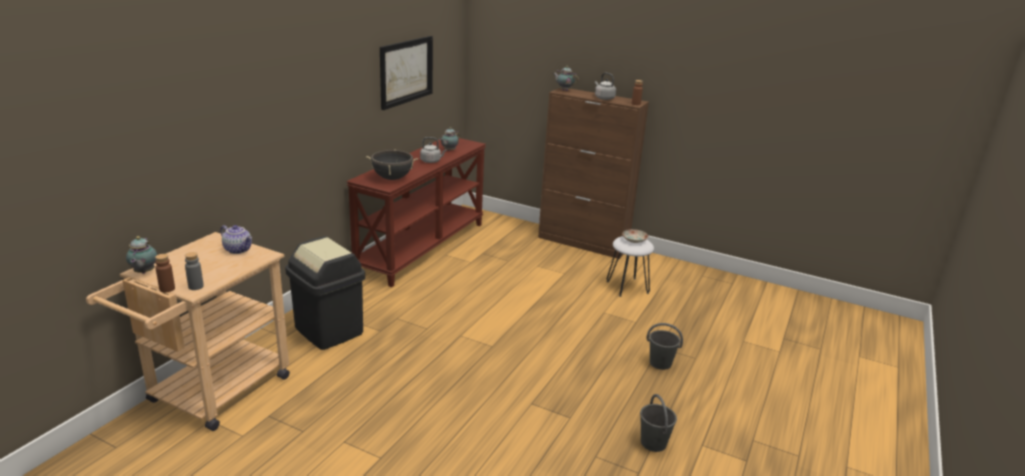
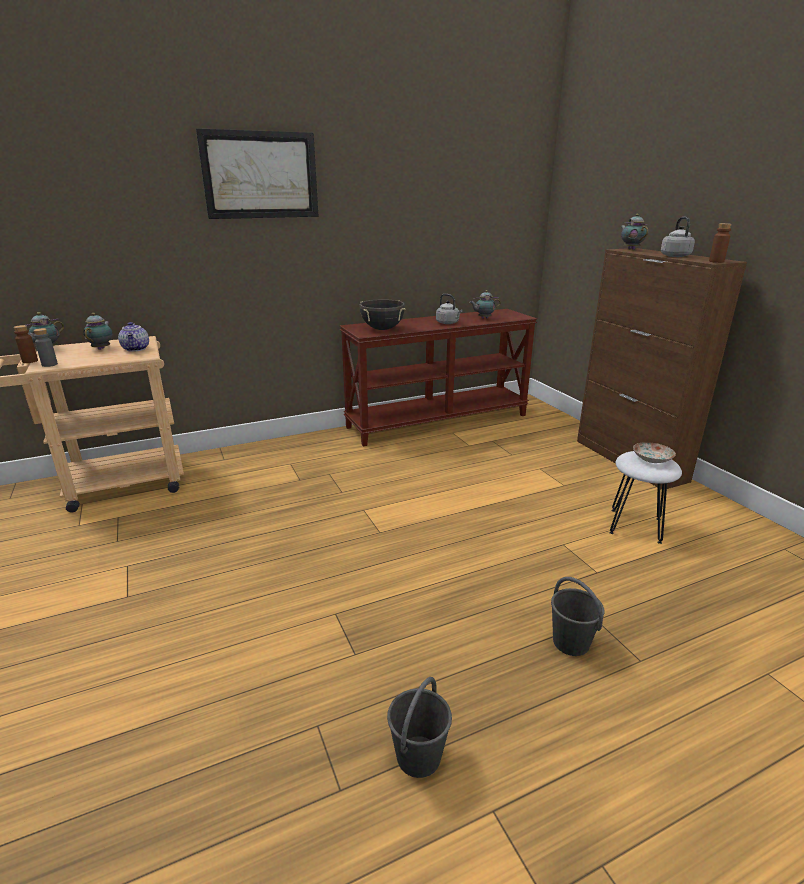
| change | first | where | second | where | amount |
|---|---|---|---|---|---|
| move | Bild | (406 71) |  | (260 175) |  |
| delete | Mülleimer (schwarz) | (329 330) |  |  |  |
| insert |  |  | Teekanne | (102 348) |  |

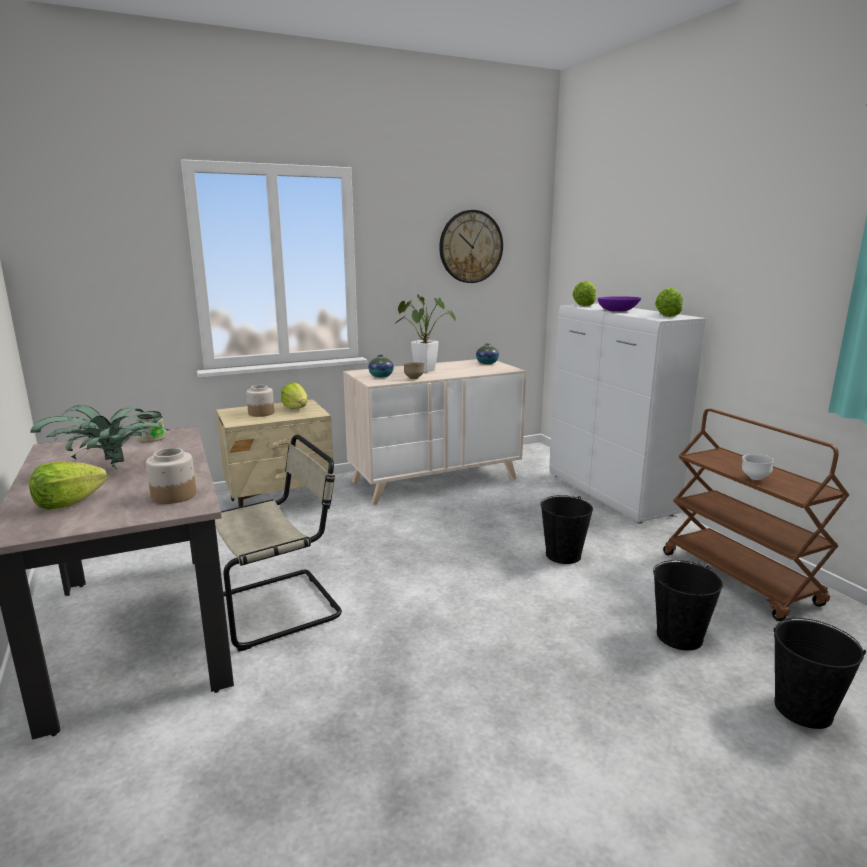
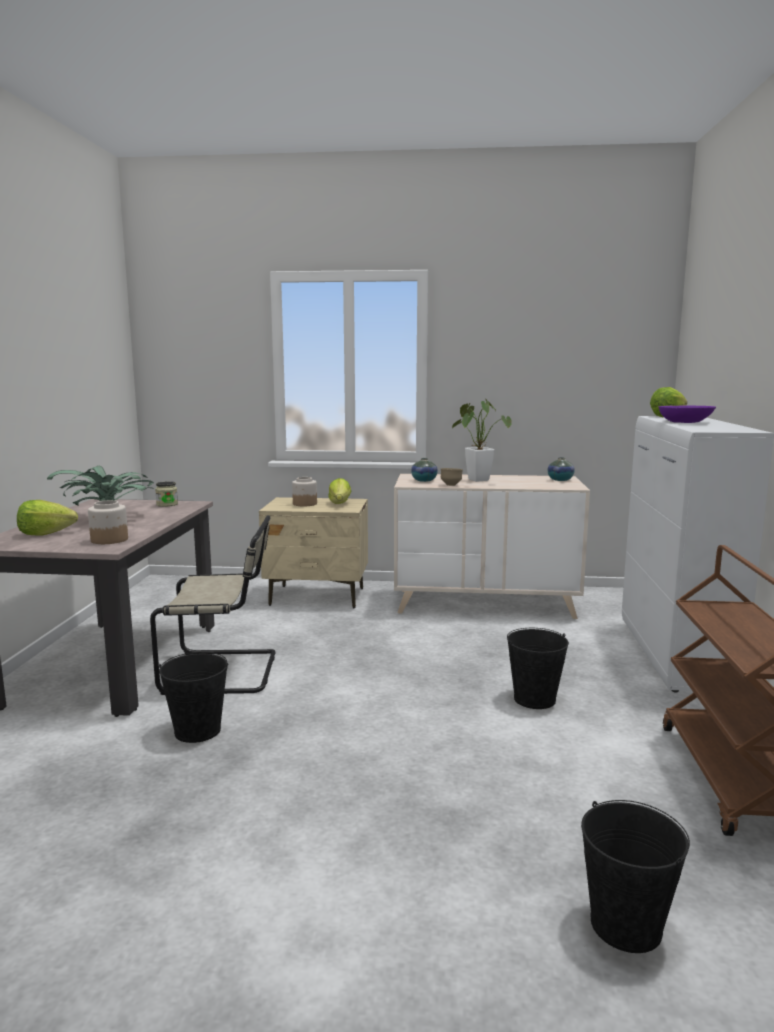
| change | first | where | second | where | amount |
|---|---|---|---|---|---|
| delete | Wanduhr | (471 247) |  |  |  |
| delete | Salatkopf | (667 315) |  |  |  |
| delete | Schüssel (weiß) | (754 478) |  |  |  |
| move | Eimer (schwarz) | (680 636) |  | (197 731) |  |

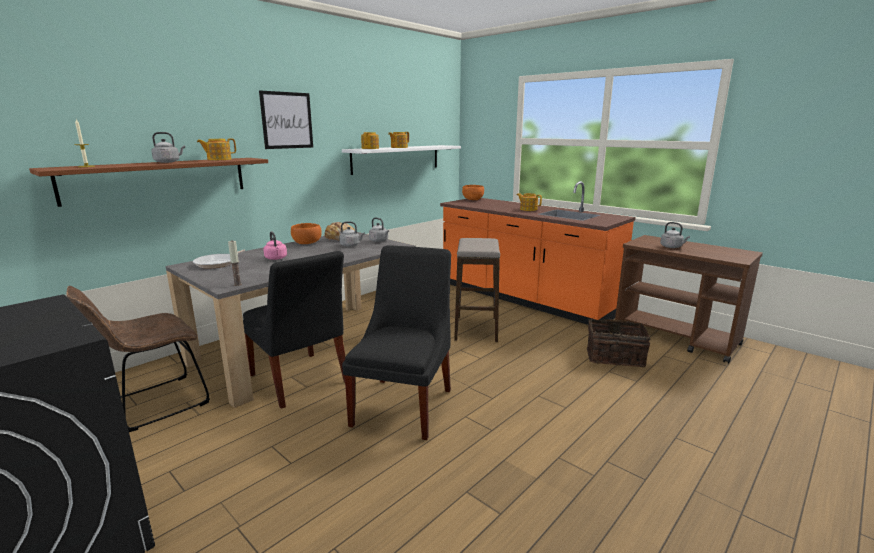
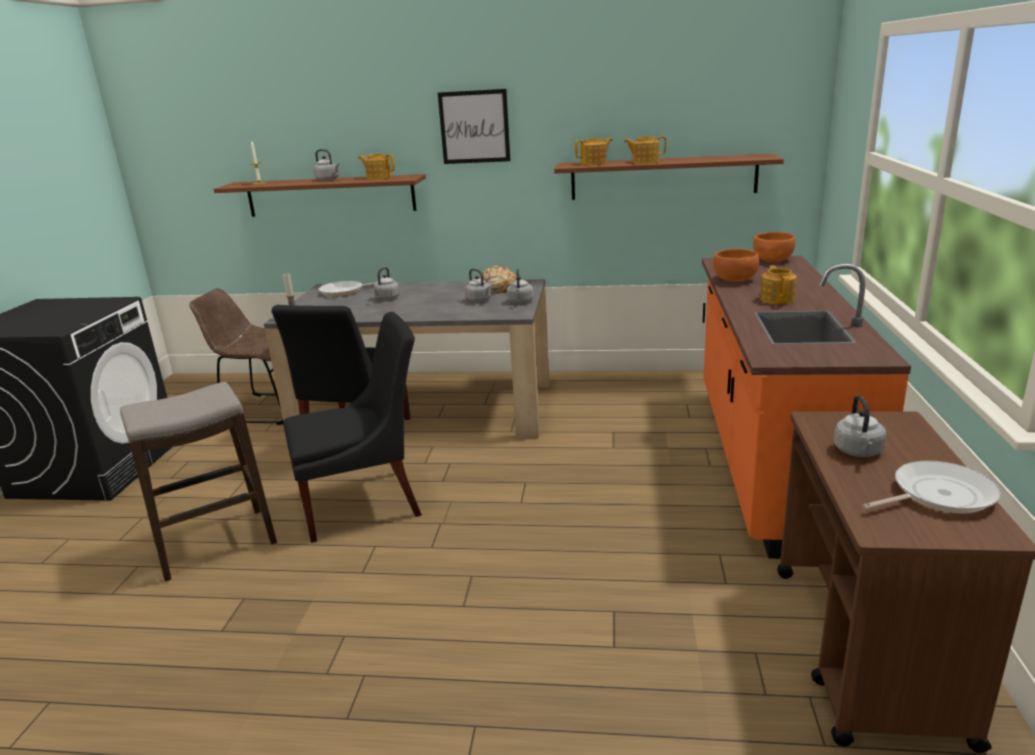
| change | first | where | second | where | amount |
|---|---|---|---|---|---|
| recolor | Wandregal (weiß) | (396 159) | Wandregal (braun) | (663 177) |  |
| move | Schüssel (orange) | (307 243) |  | (735 280) |  |
| recolor | Wasserkessel (rosa) | (276 258) | Wasserkessel (grau) | (386 298) |  |
| move | Hocker | (476 329) |  | (215 544) |  |
| delete | Korb | (614 357) |  |  |  |
| insert |  |  | Pfanne | (937 495) |  |

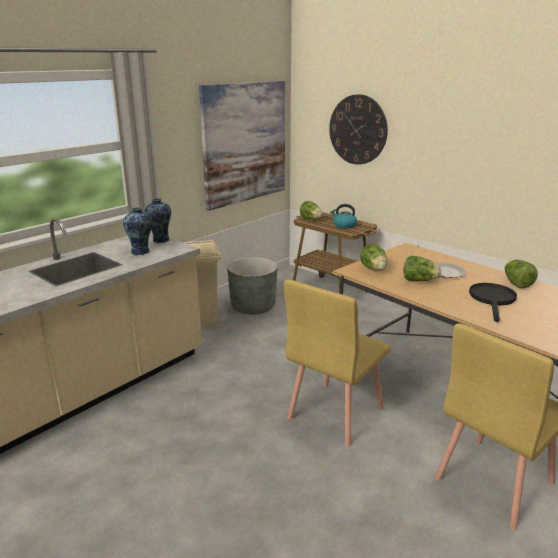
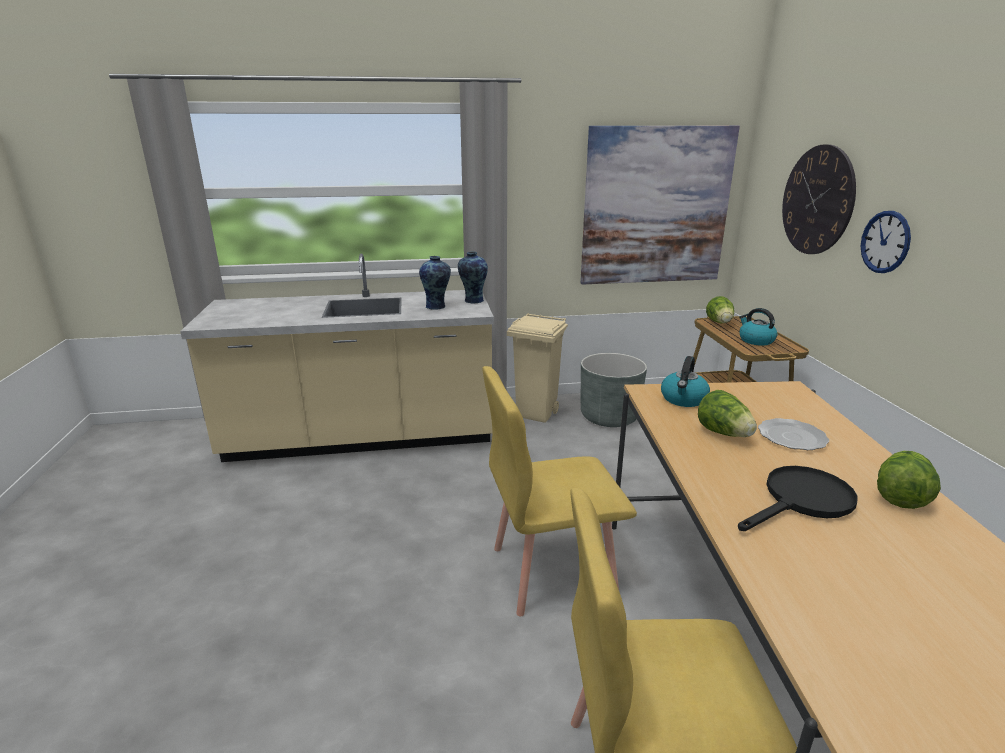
| change | first | where | second | where | amount |
|---|---|---|---|---|---|
| replace | Salatkopf | (374 269) | Wasserkessel | (683 399) |  |
| insert |  |  | Wanduhr | (885 242) |  |

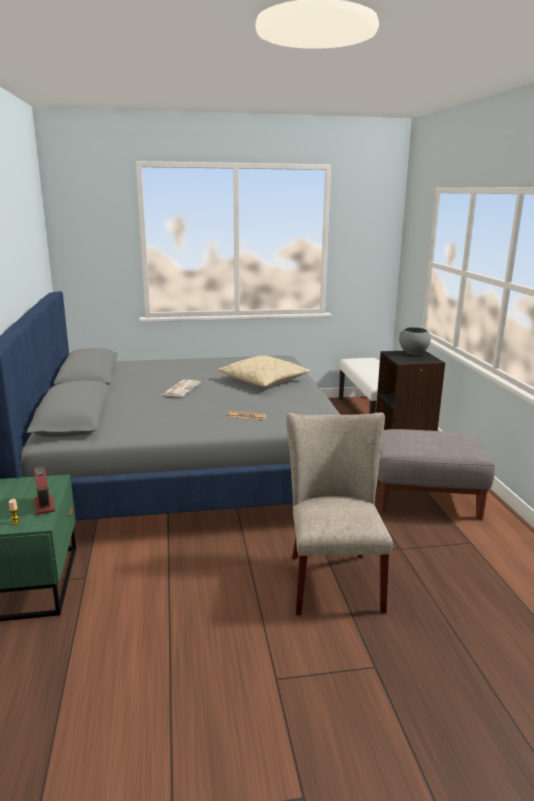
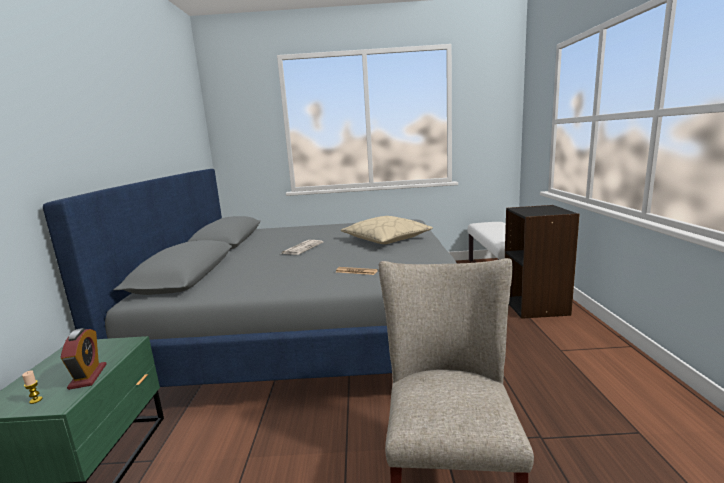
| change | first | where | second | where | amount |
|---|---|---|---|---|---|
| delete | Schüssel (grau) | (413 353) |  |  |  |
| delete | Polsterhocker (grau) | (426 499) |  |  |  |

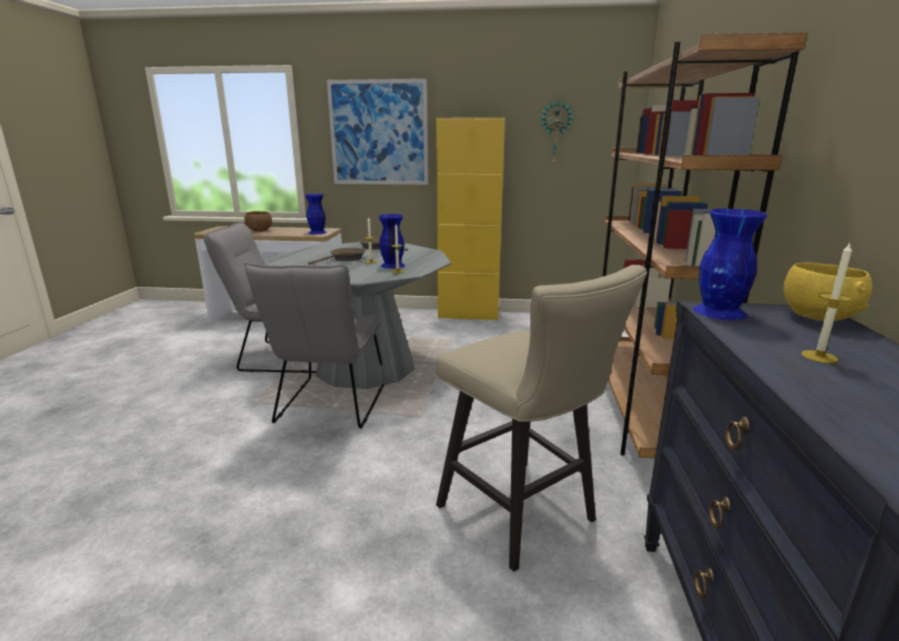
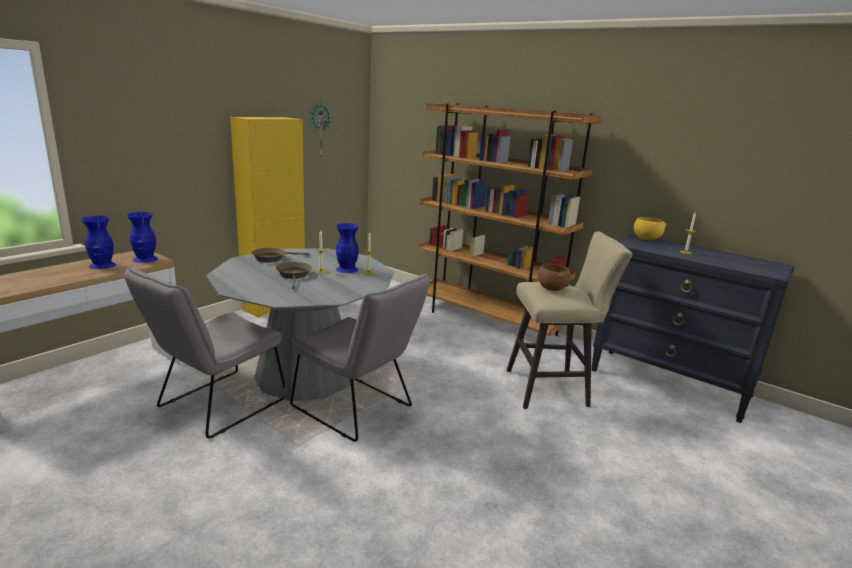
| change | first | where | second | where | amount |
|---|---|---|---|---|---|
| delete | Bild | (378 133) |  |  |  |
| move | Vase (blau) | (719 312) |  | (102 265) |  |
| move | Schüssel (braun) | (260 230) |  | (551 288) |  |

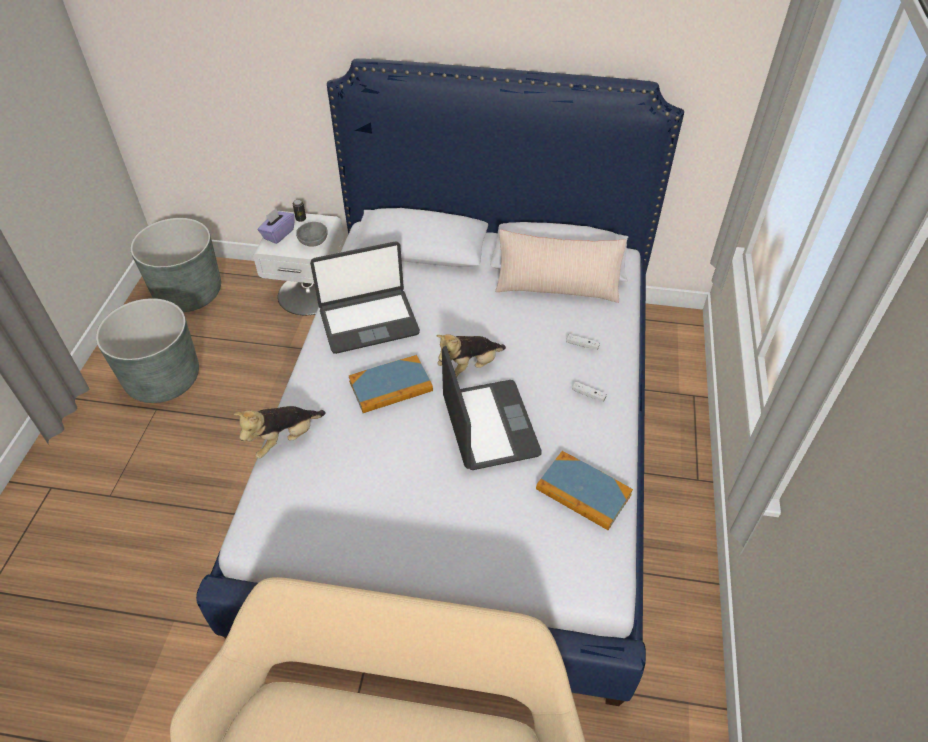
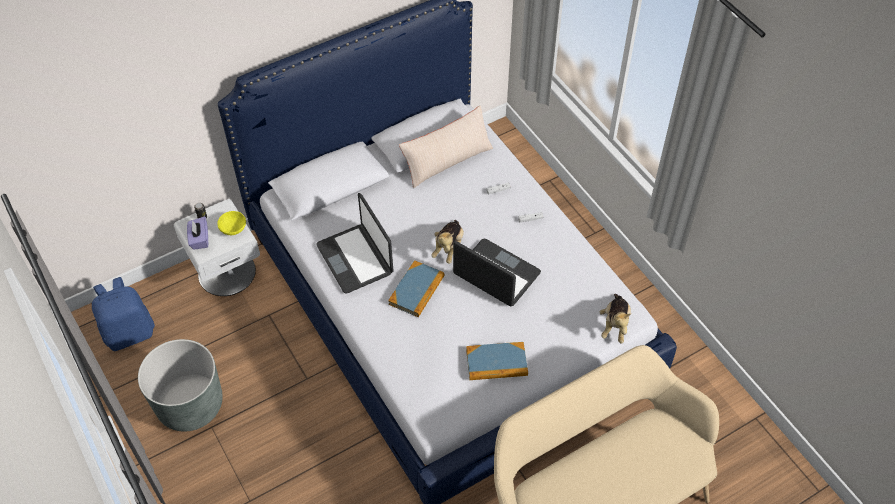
| change | first | where | second | where | amount |
|---|---|---|---|---|---|
| replace | Pflanzkübel (grau) | (189 293) | Rucksack (blau) | (129 333) |  |
| recolor | Schüssel (grau) | (313 242) | Schüssel (gelb) | (233 229) |  |
| rotate | Laptop | (368 321) |  | (355 259) | 120 degrees clockwise |
| move | Plüschtier | (284 439) |  | (614 325) |  |
| move | Buch | (583 492) |  | (496 363) |  |

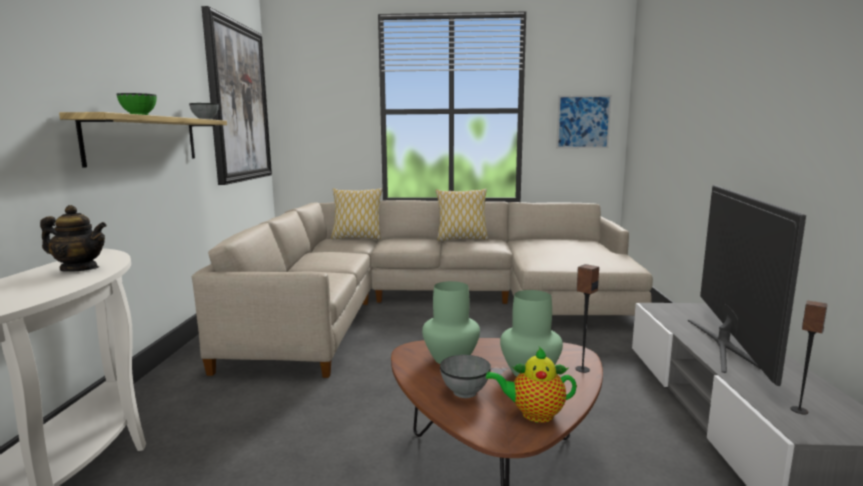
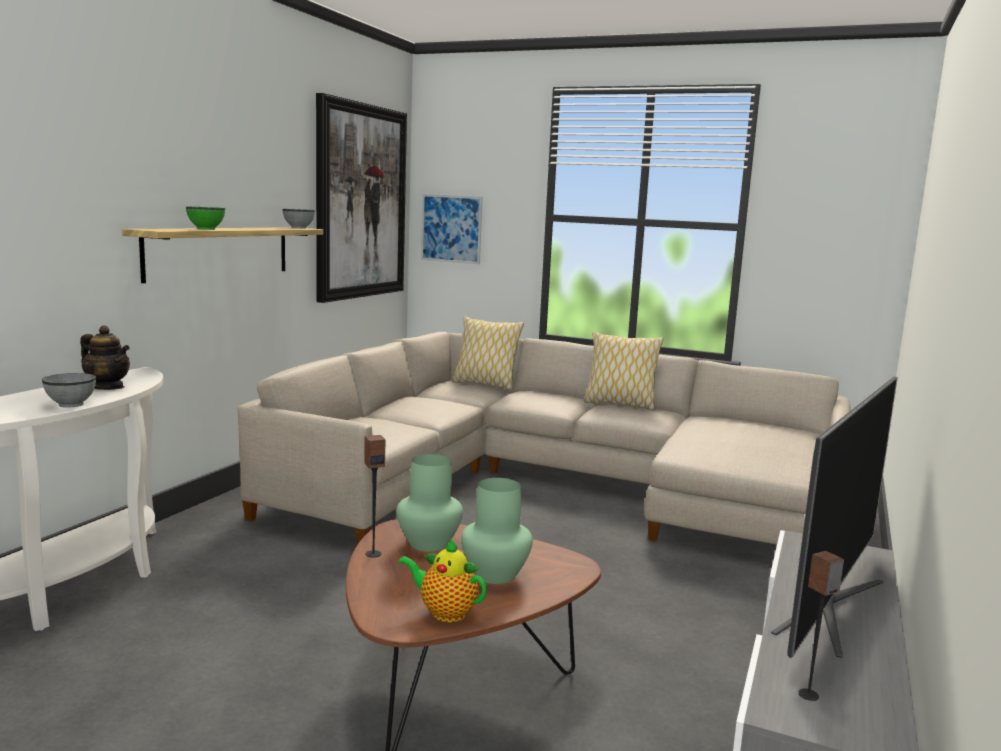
| change | first | where | second | where | amount |
|---|---|---|---|---|---|
| move | Bild | (583 122) |  | (451 228) |  |
| move | Lautsprecher | (582 369) |  | (373 554) |  |
| move | Schüssel (grau) | (464 392) |  | (71 404) |  |

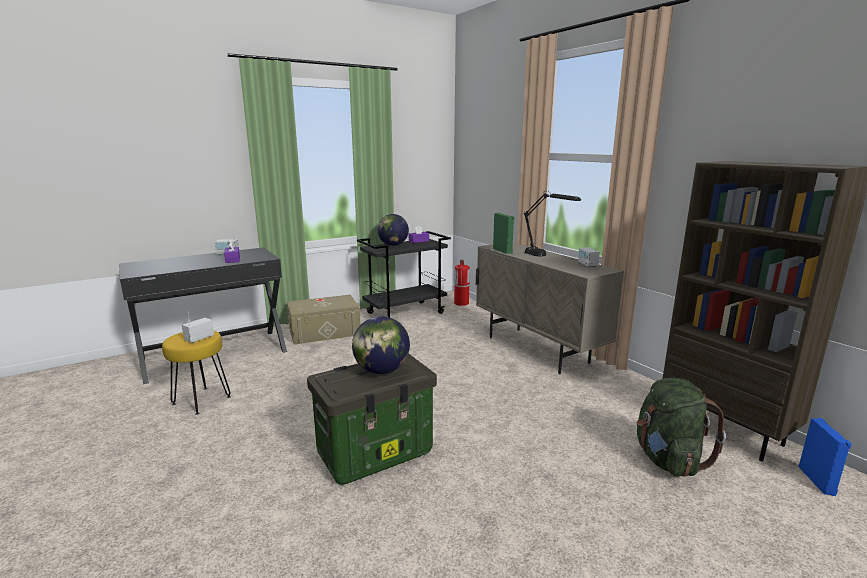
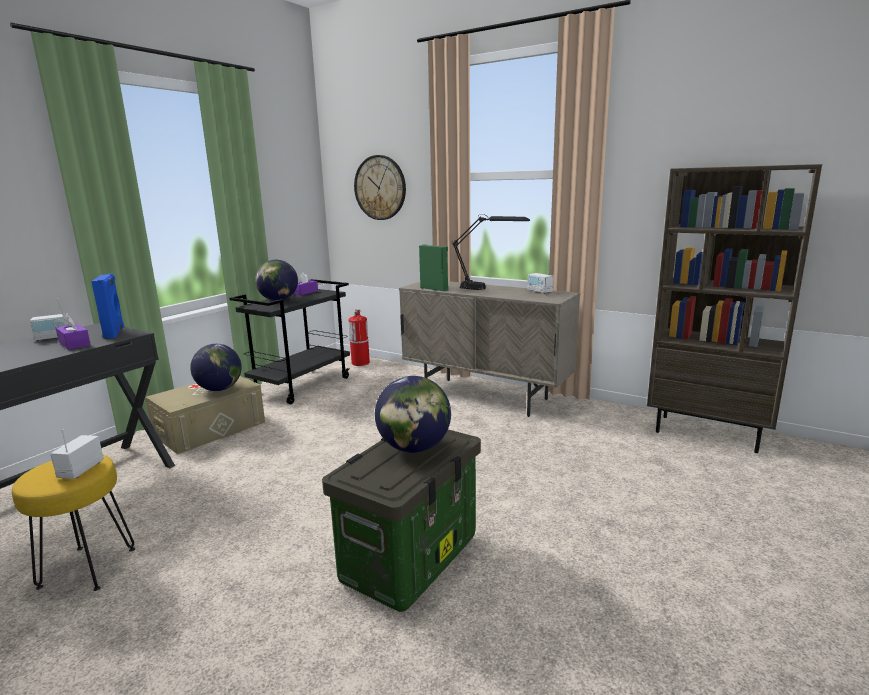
| change | first | where | second | where | amount |
|---|---|---|---|---|---|
| delete | Rucksack (grün) | (668 459) |  |  |  |
| move | Lautsprecher (blau) | (818 481) |  | (115 333) |  |
| insert |  |  | Wanduhr | (380 188) |  |
| insert |  |  | Globus | (219 389) |  |

